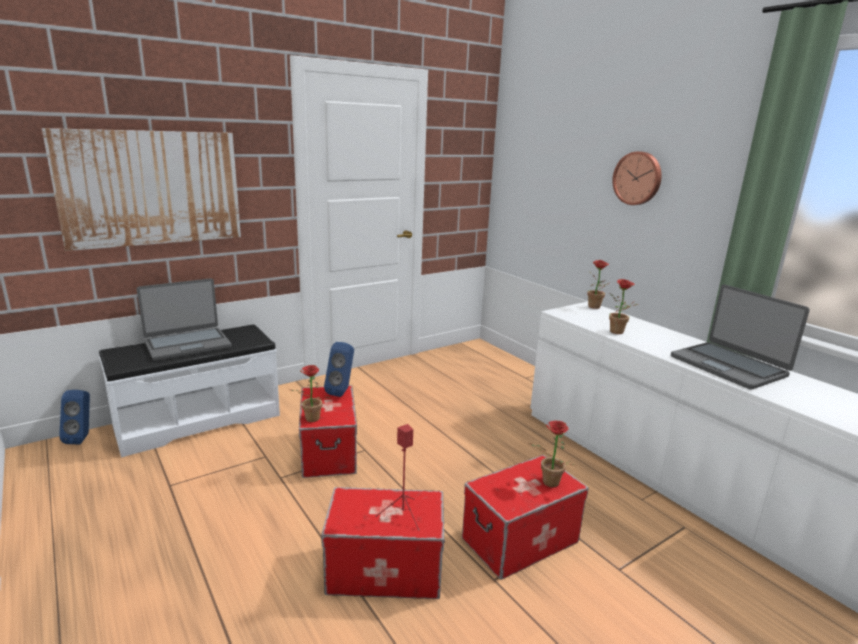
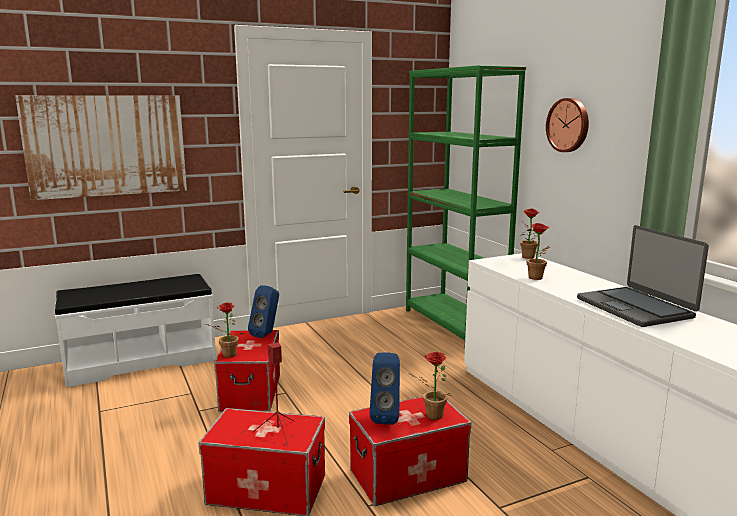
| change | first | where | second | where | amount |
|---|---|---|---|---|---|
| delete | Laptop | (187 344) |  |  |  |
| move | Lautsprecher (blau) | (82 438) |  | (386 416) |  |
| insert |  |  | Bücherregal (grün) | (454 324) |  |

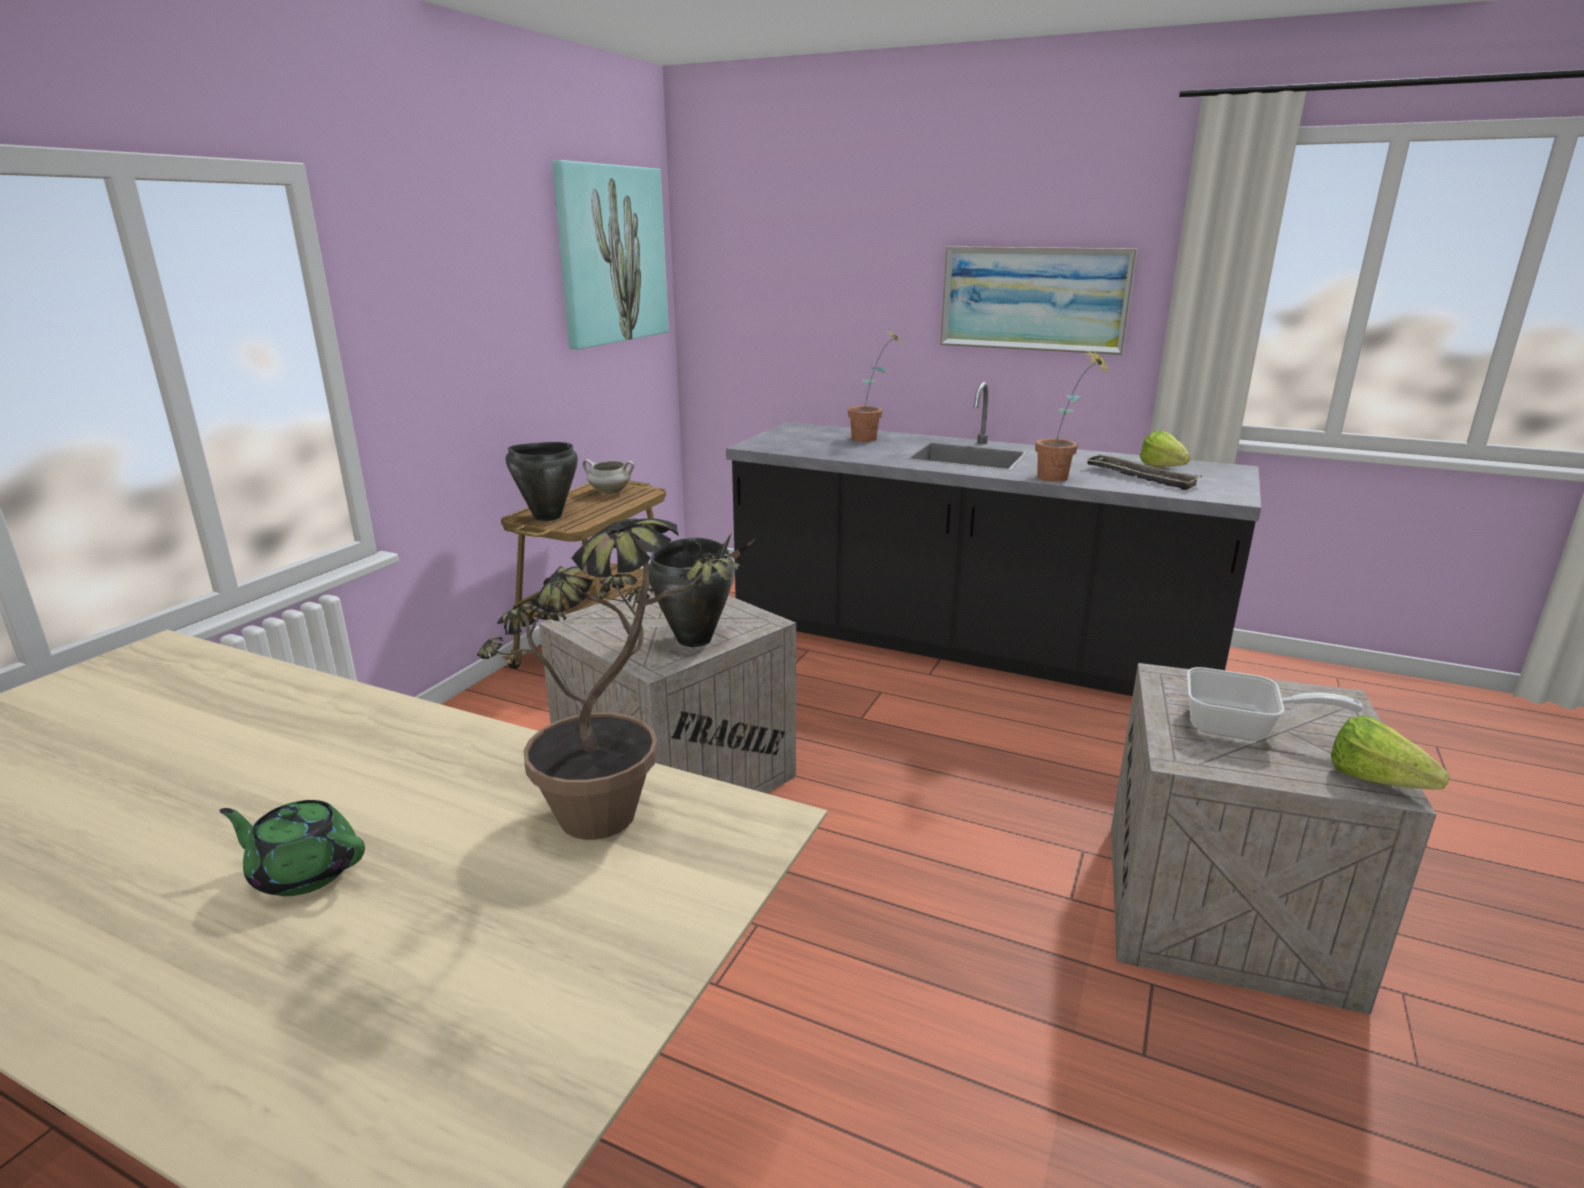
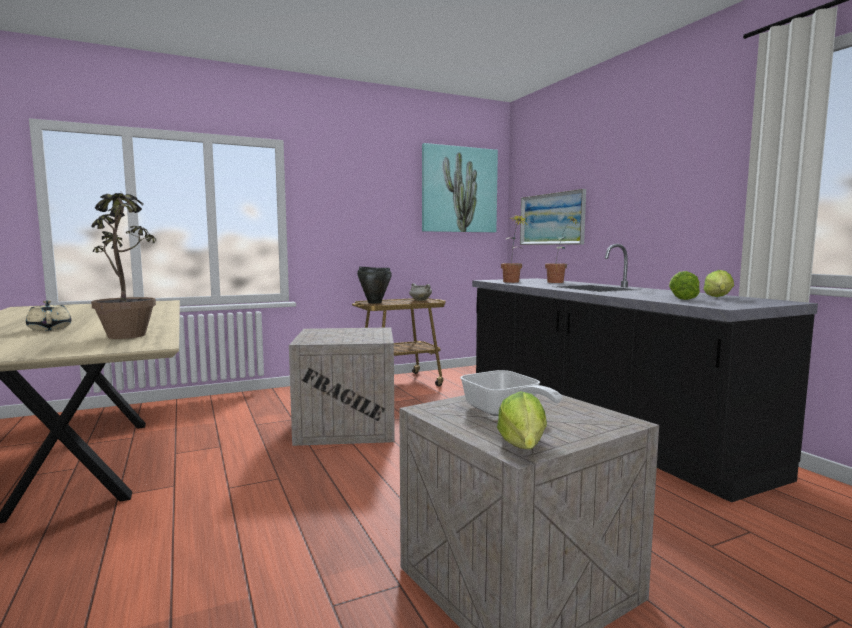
| change | first | where | second | where | amount |
|---|---|---|---|---|---|
| move | Bild | (1034 299) |  | (552 219) |  |
| move | Topfpflanze | (1061 479) |  | (513 282) |  |
| replace | Tablett | (1139 477) | Salatkopf | (681 298) |  |
| delete | Kochtopf (schwarz) | (695 639) |  |  |  |
| recolor | Teekanne (grün) | (304 872) | Teekanne (beige) | (50 329) |  |

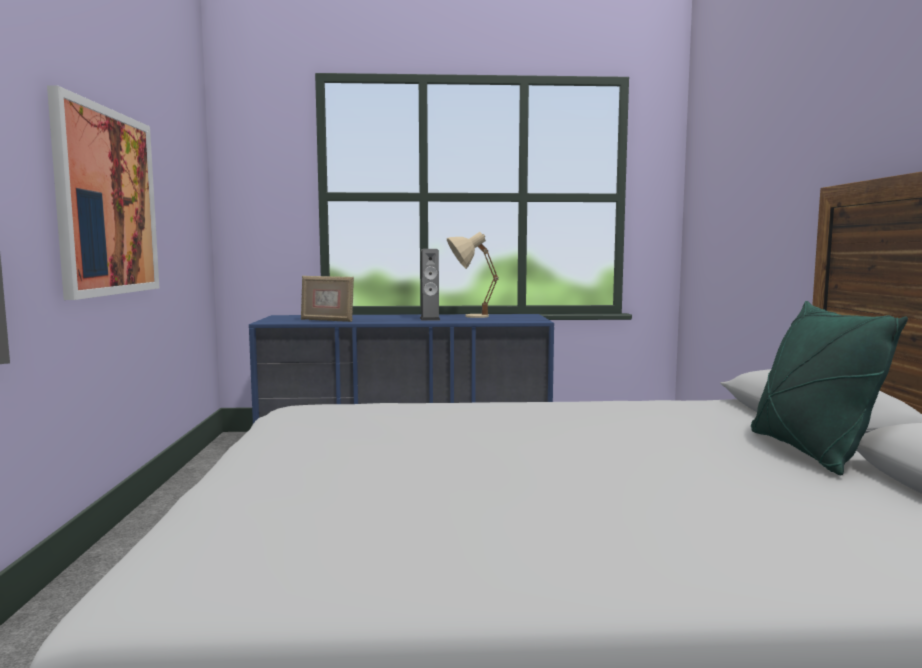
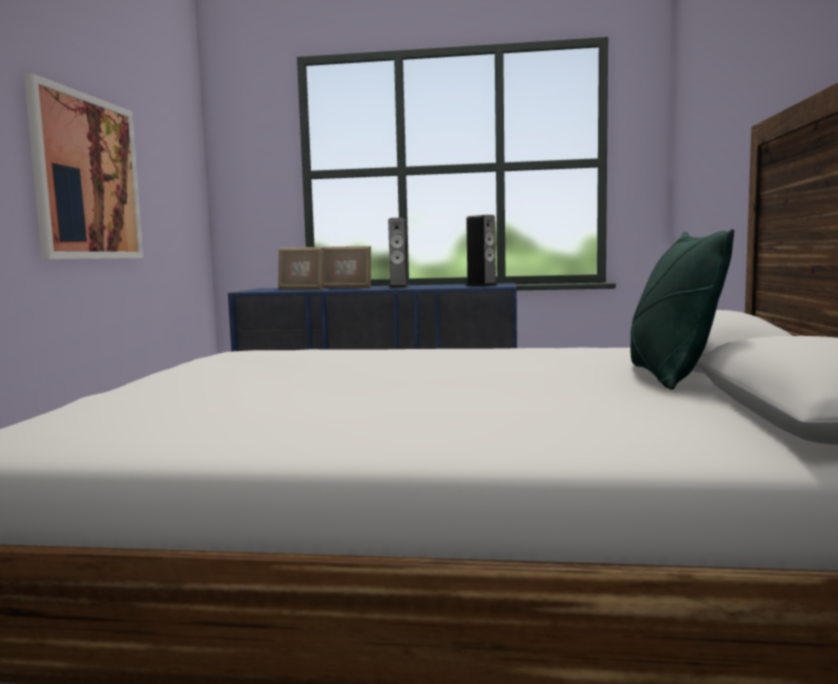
| change | first | where | second | where | amount |
|---|---|---|---|---|---|
| delete | Tischlampe (beige) | (467 316) |  |  |  |
| insert |  |  | Lautsprecher | (481 285) |  |
| insert |  |  | Bilderrahmen | (346 288) |  |

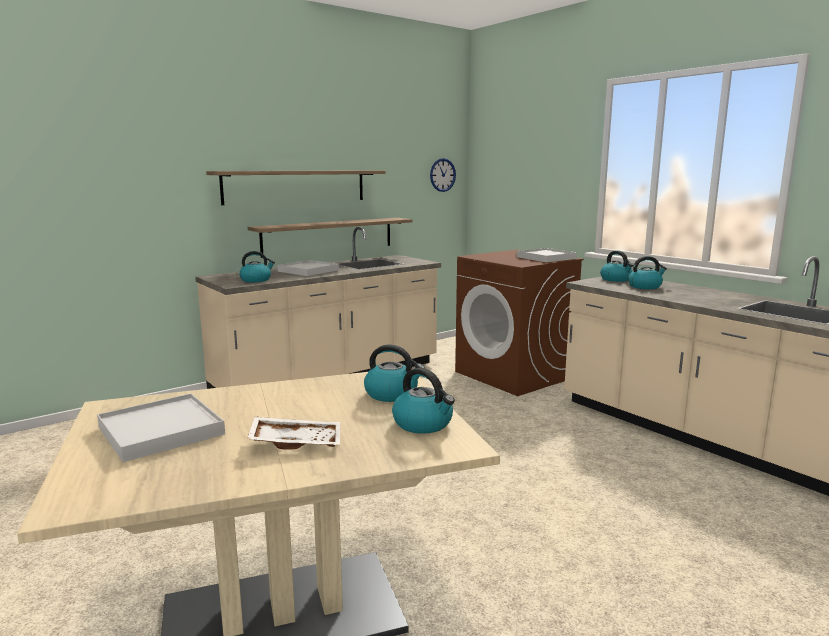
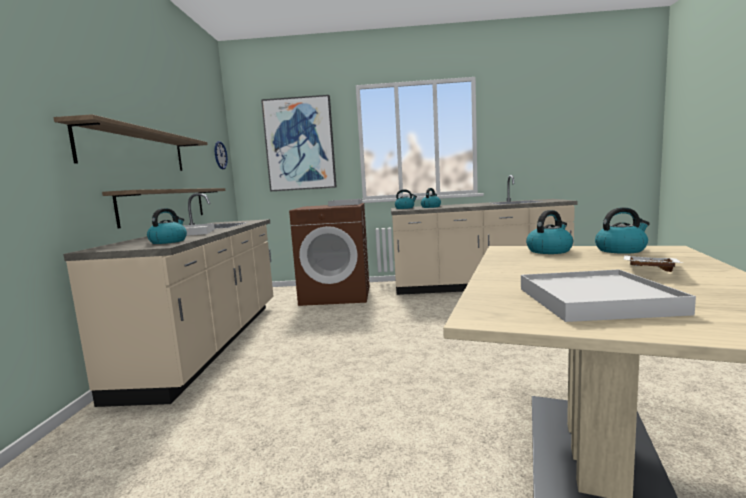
| change | first | where | second | where | amount |
|---|---|---|---|---|---|
| insert |  |  | Bild | (300 144) |  |

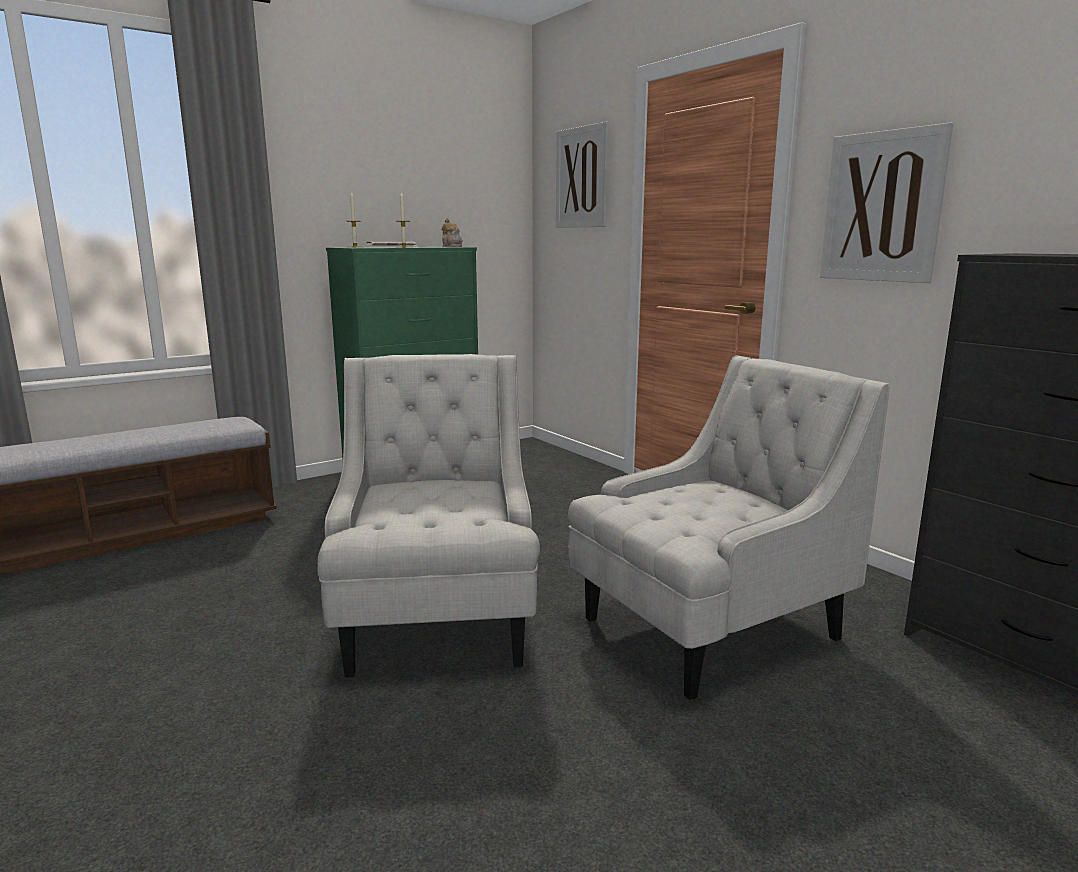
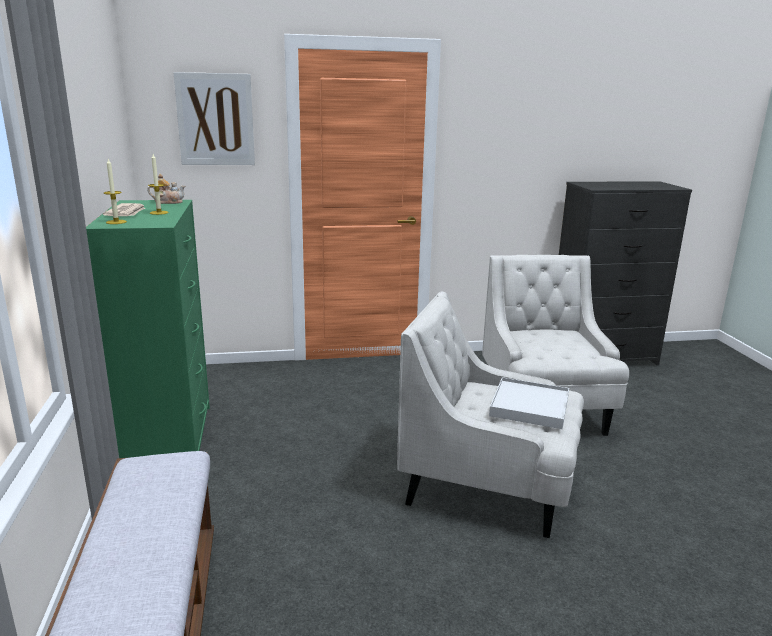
| change | first | where | second | where | amount |
|---|---|---|---|---|---|
| delete | Bild | (882 207) |  |  |  |
| insert |  |  | Tablett (weiß) | (530 406) |  |

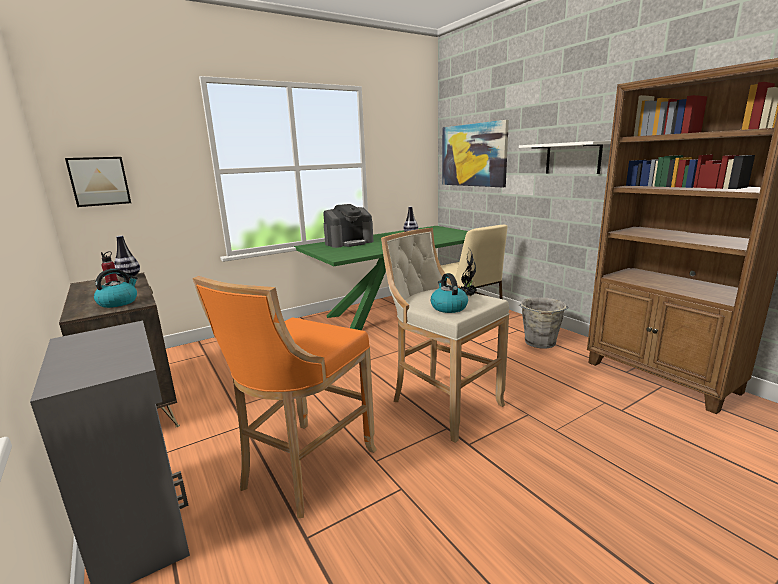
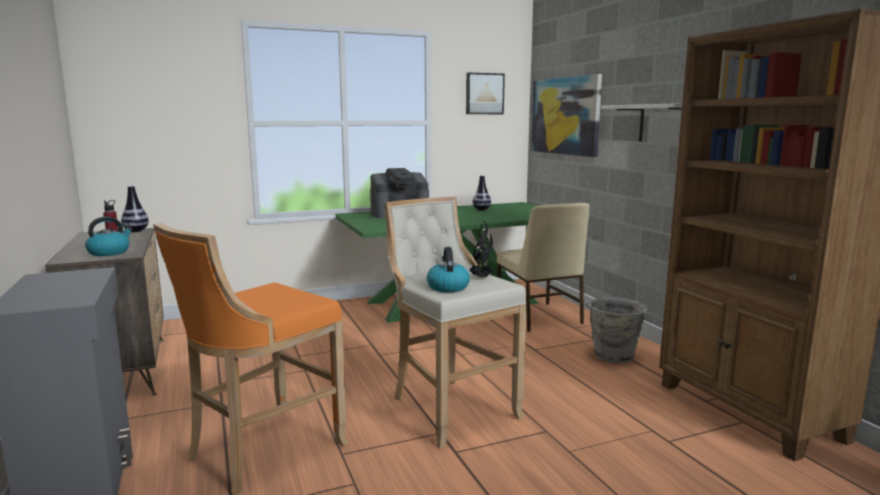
| change | first | where | second | where | amount |
|---|---|---|---|---|---|
| move | Bild | (99 181) |  | (484 94) |  |

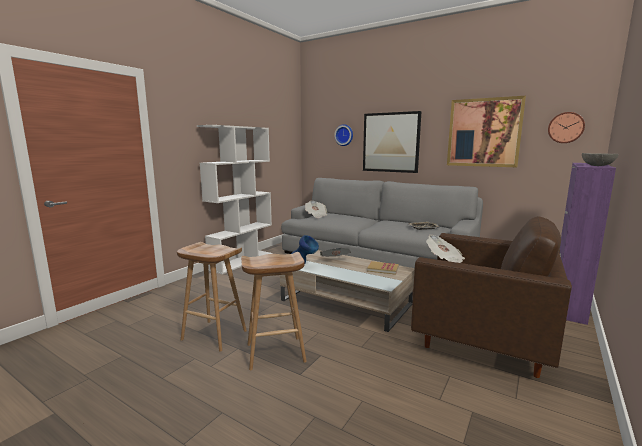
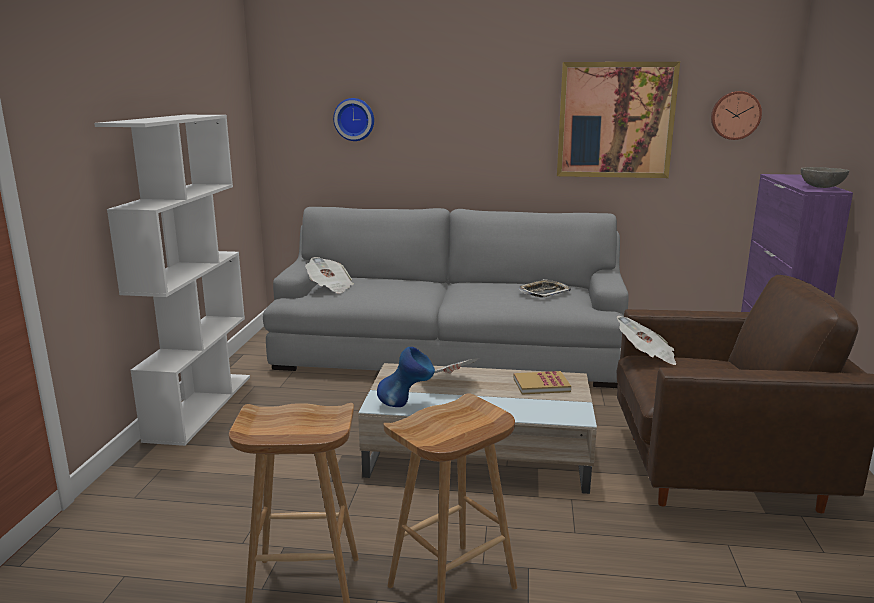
| change | first | where | second | where | amount |
|---|---|---|---|---|---|
| delete | Bild | (391 142) |  |  |  |

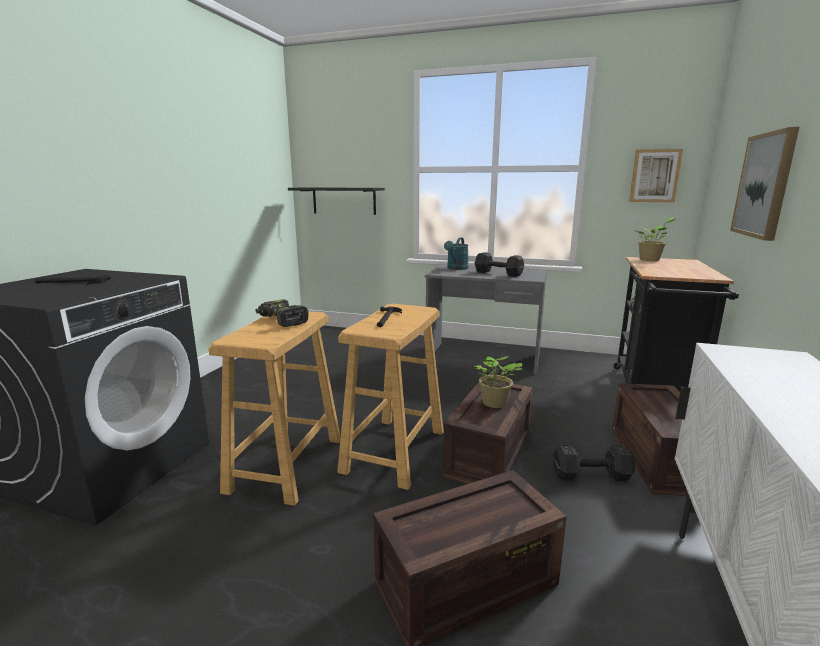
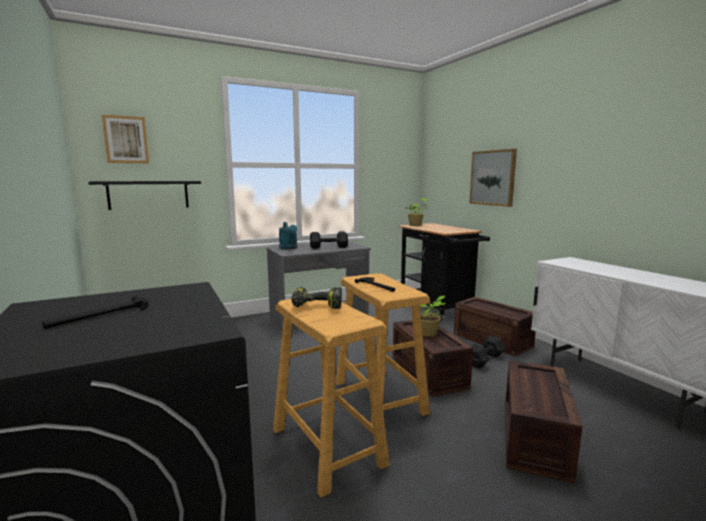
| change | first | where | second | where | amount |
|---|---|---|---|---|---|
| move | Bild | (654 176) |  | (126 140) |  |

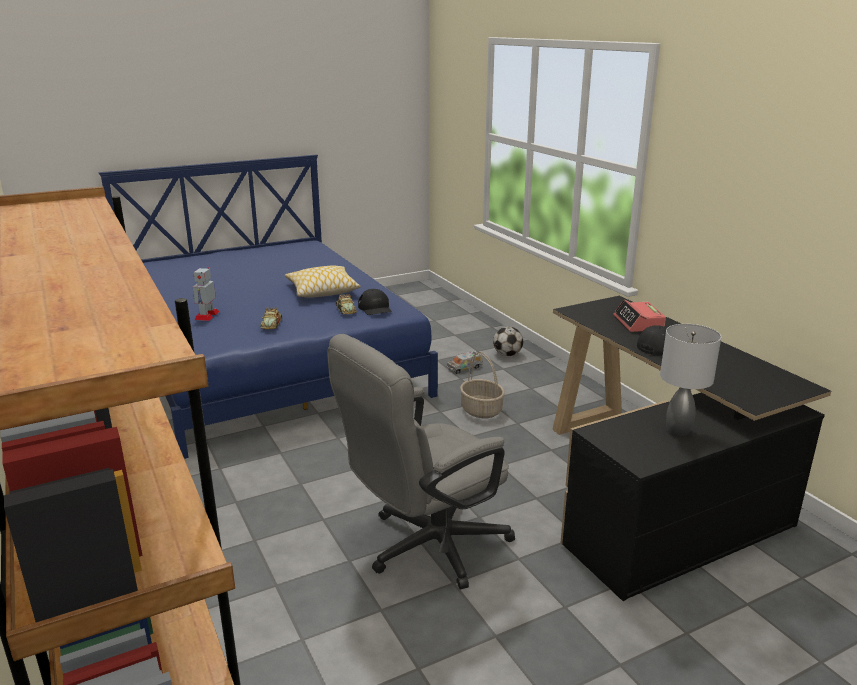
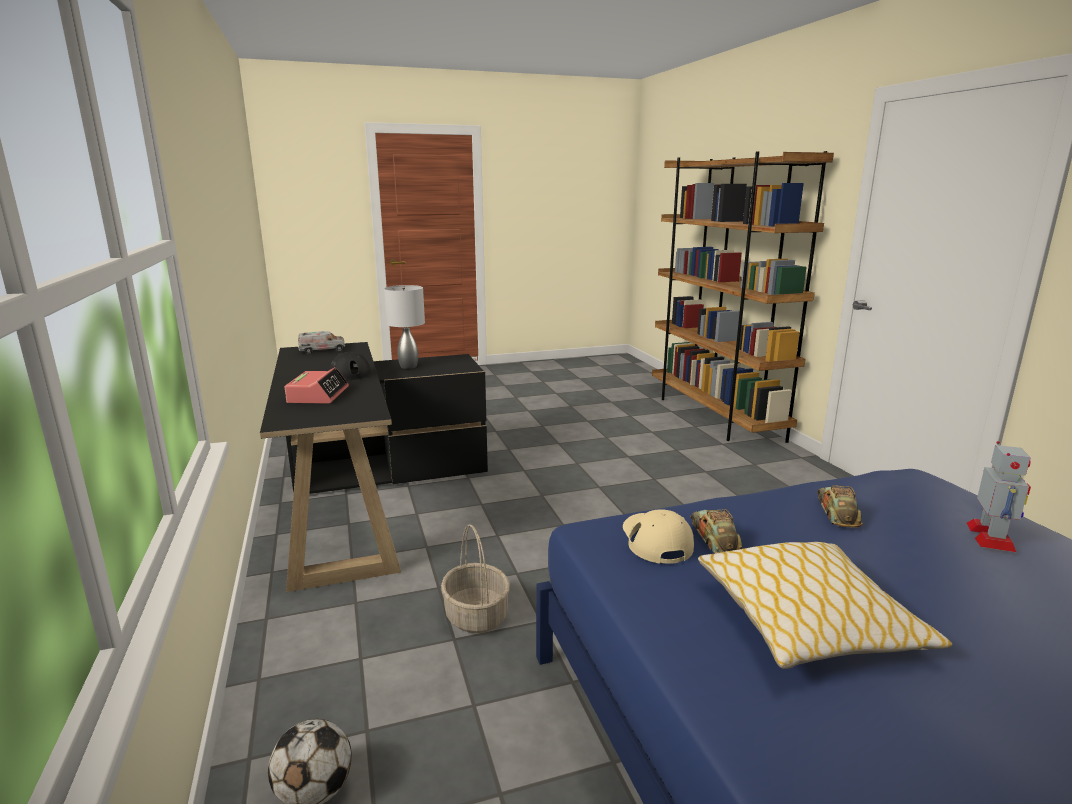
| change | first | where | second | where | amount |
|---|---|---|---|---|---|
| recolor | Kappe (schwarz) | (375 308) | Kappe (beige) | (656 540) |  |
| delete | Bürostuhl (grau) | (425 548) |  |  |  |
| move | Spielzeuglaster | (464 368) |  | (322 350) |  |

